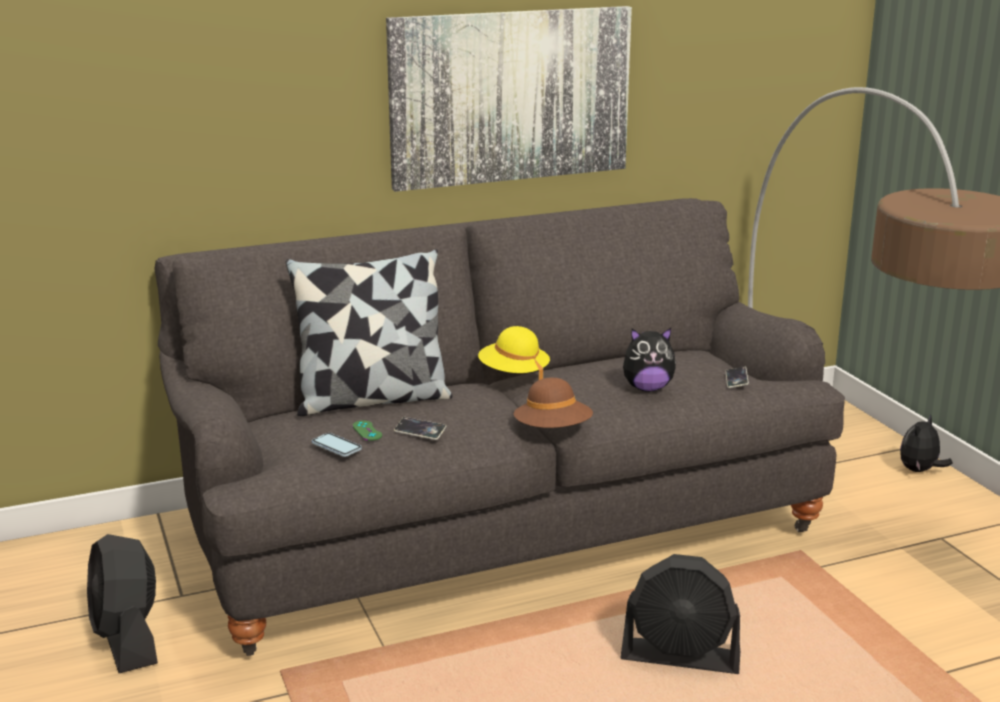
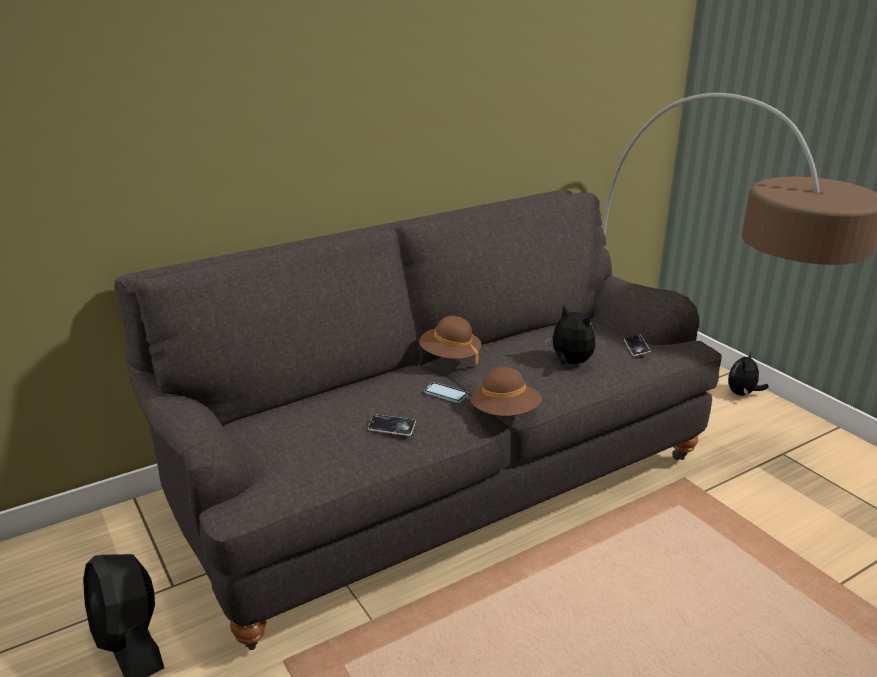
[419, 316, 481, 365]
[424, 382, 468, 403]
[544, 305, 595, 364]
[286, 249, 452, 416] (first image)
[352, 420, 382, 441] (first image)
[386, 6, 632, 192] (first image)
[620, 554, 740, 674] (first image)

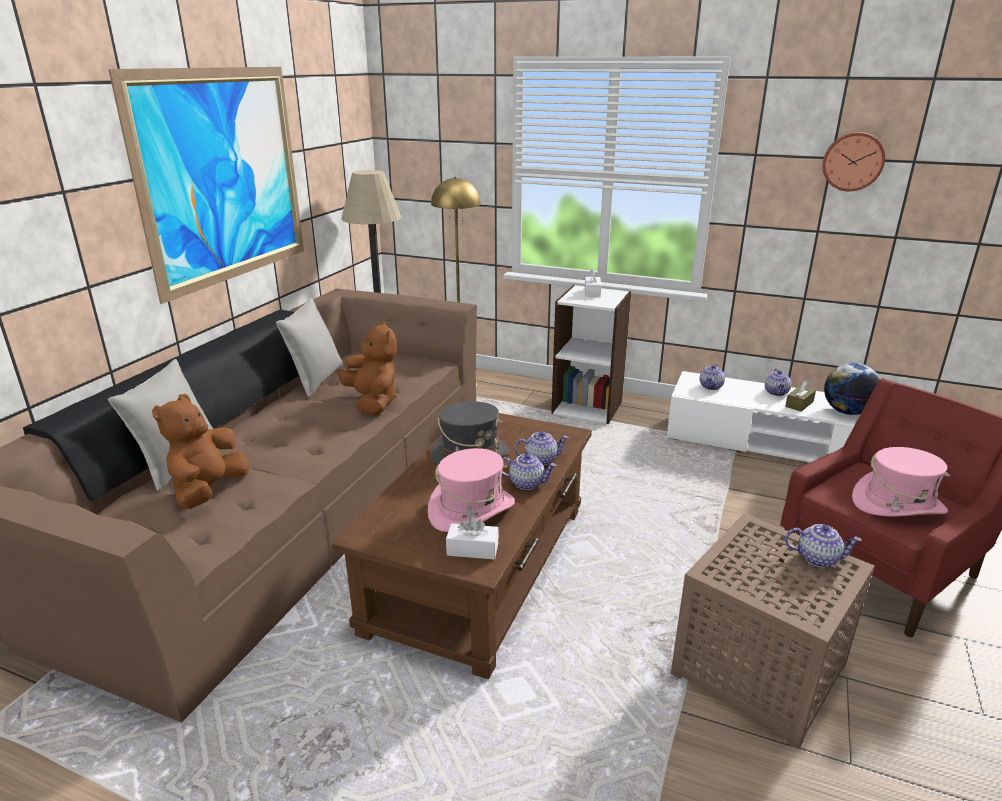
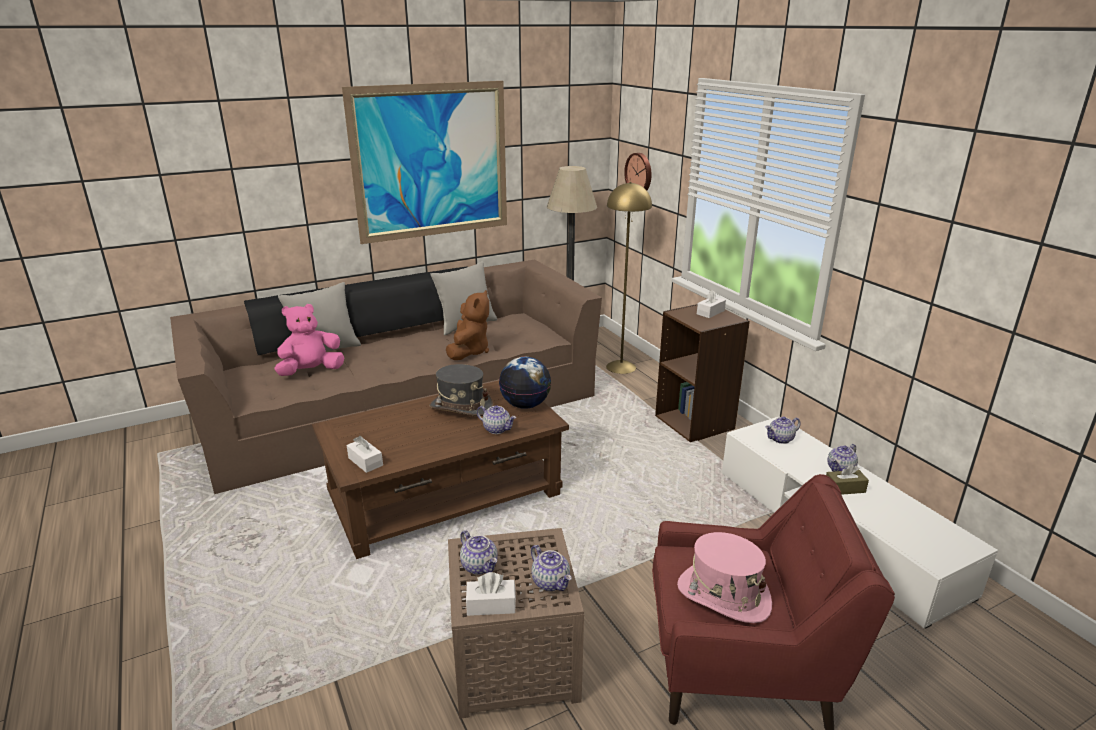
[274, 304, 345, 376]
[460, 530, 498, 575]
[466, 572, 516, 616]
[499, 357, 551, 409]
[624, 153, 652, 190]
[655, 304, 750, 442]
[428, 448, 515, 532] (first image)

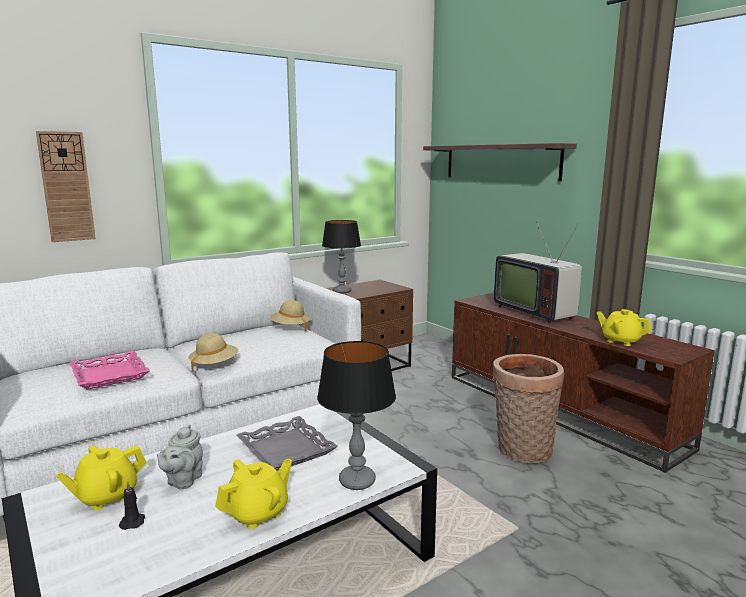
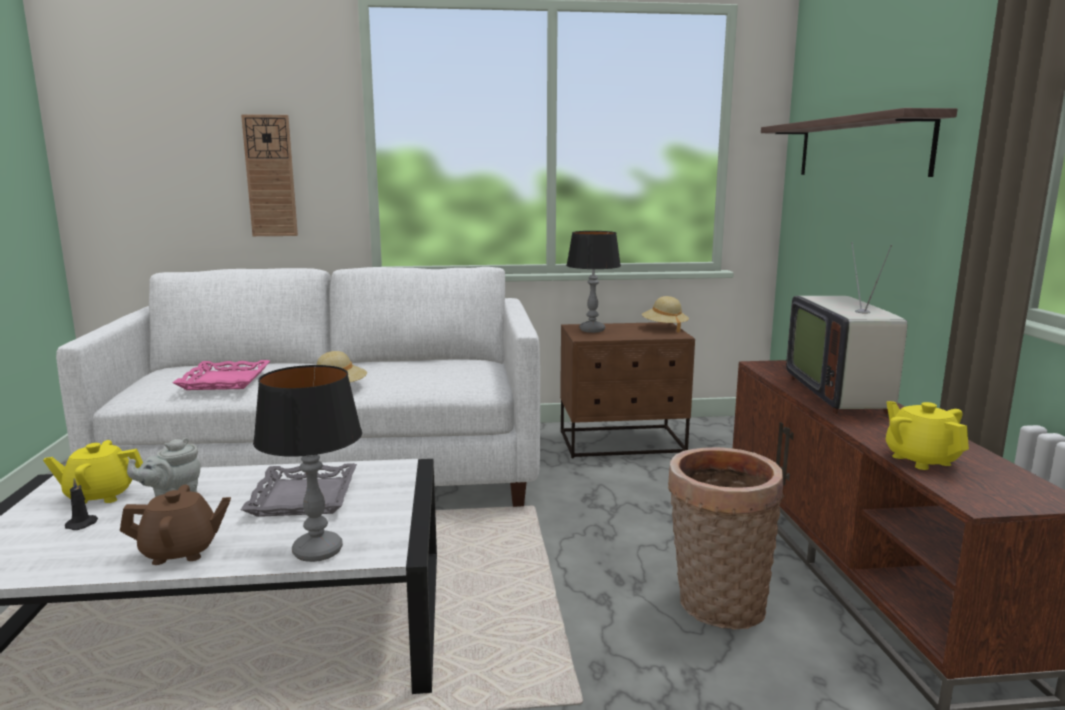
[120, 485, 231, 565]
[642, 296, 689, 333]

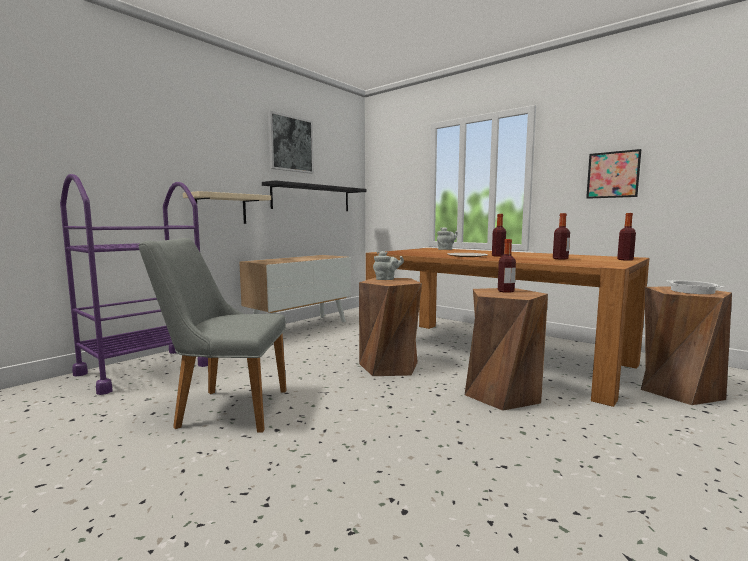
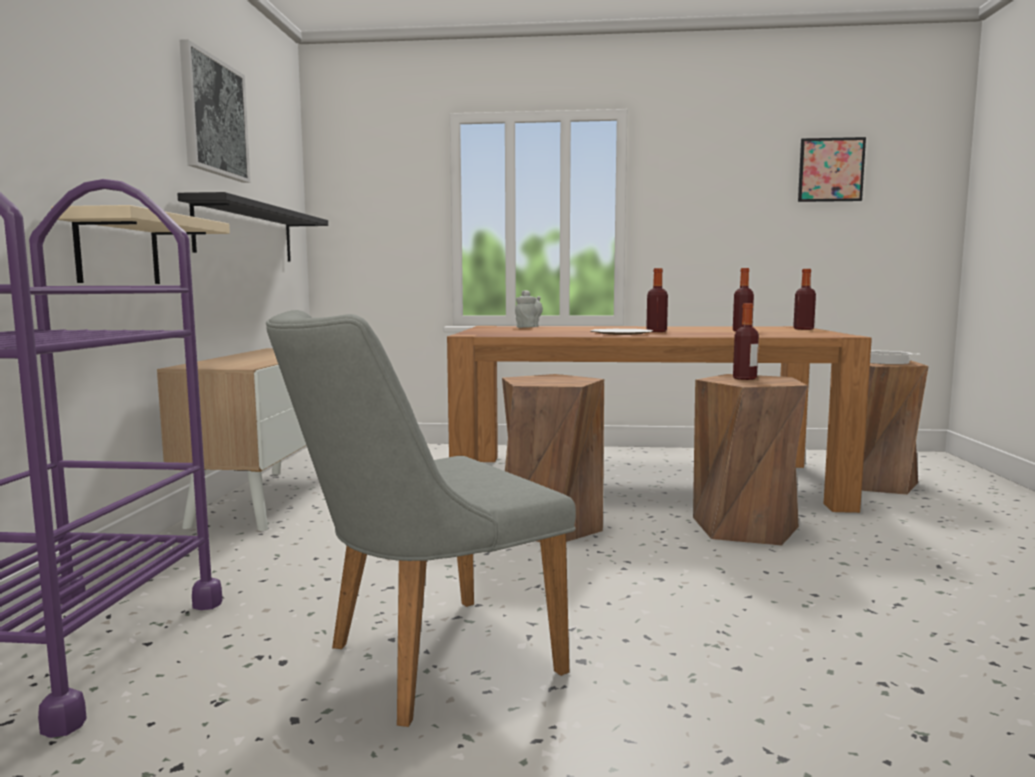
[798, 137, 866, 202]
[373, 251, 404, 280] (first image)

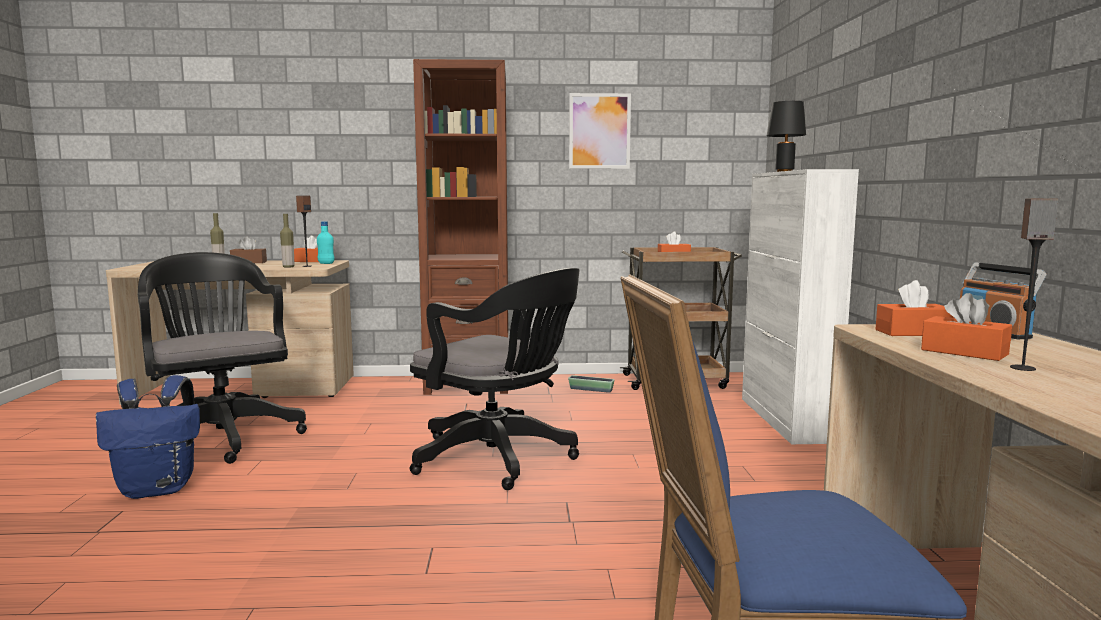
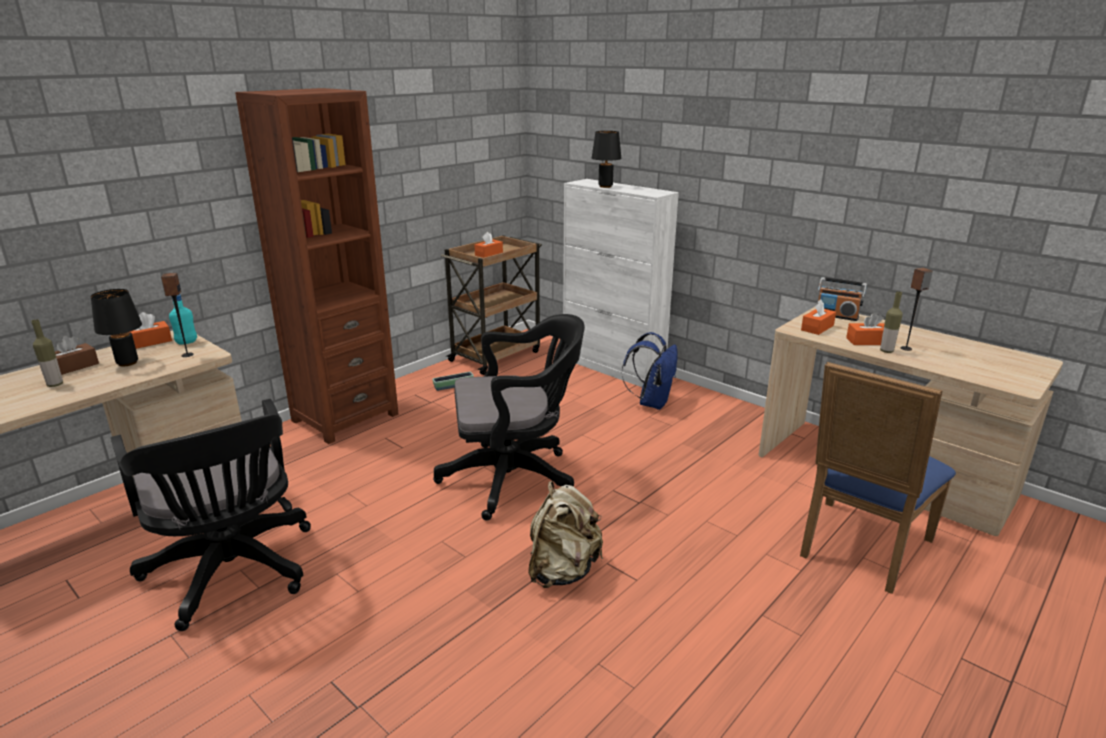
[90, 289, 142, 367]
[111, 399, 311, 631]
[528, 481, 603, 588]
[622, 332, 678, 410]
[880, 291, 903, 353]
[569, 93, 631, 169] (first image)

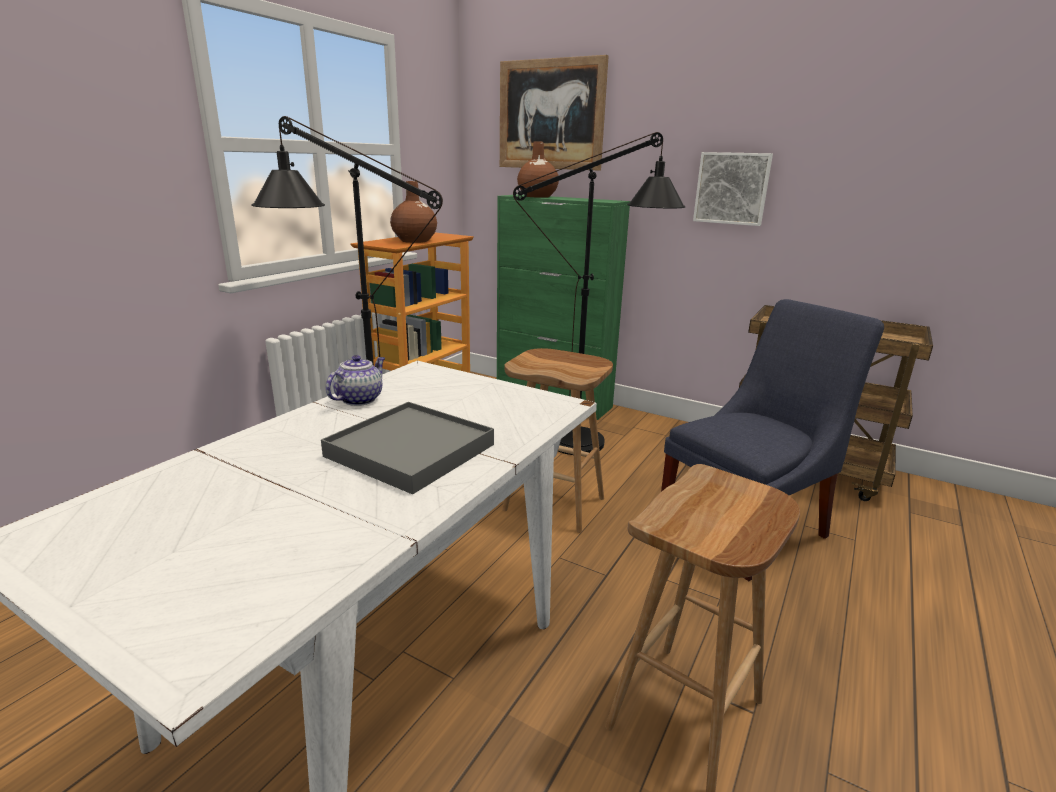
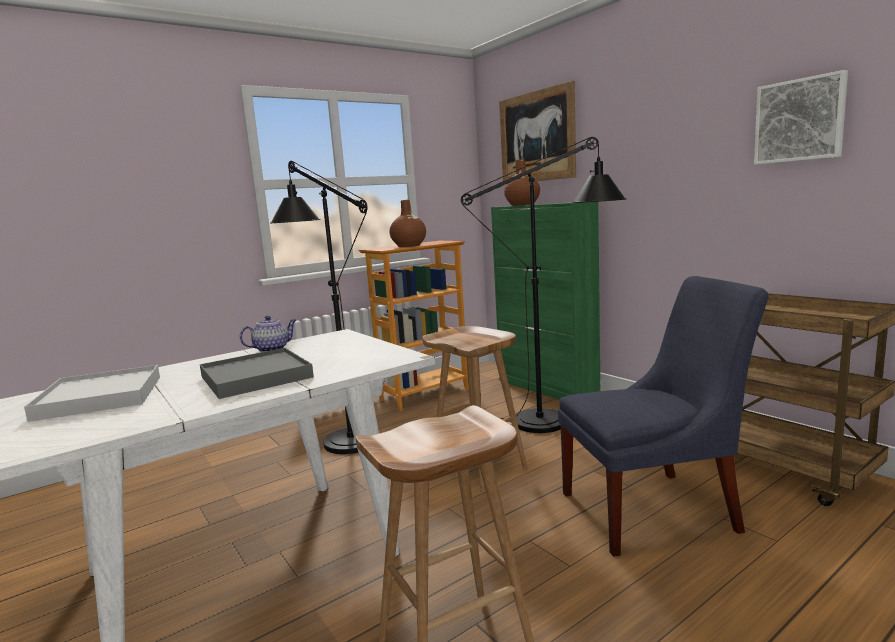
[24, 365, 160, 422]
[754, 70, 848, 165]

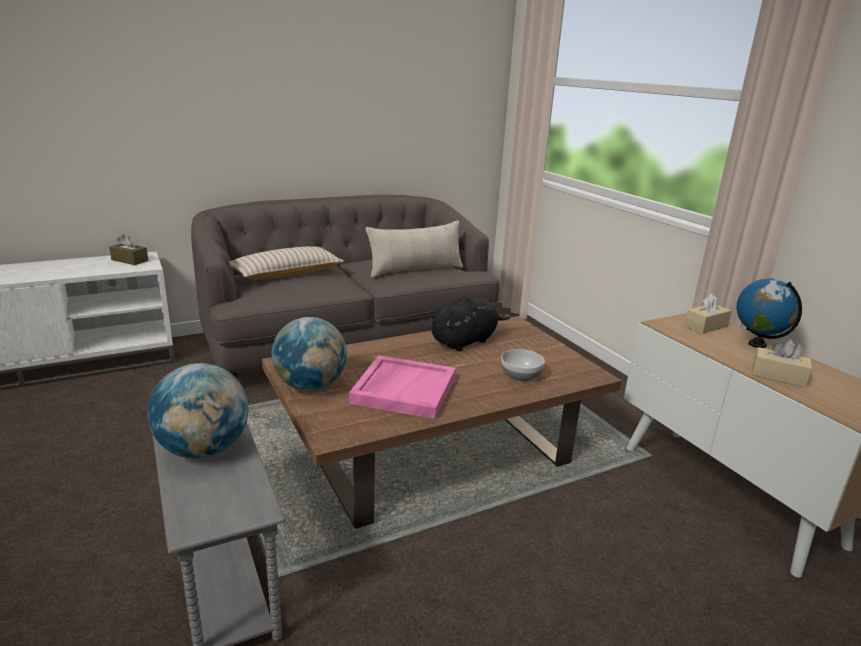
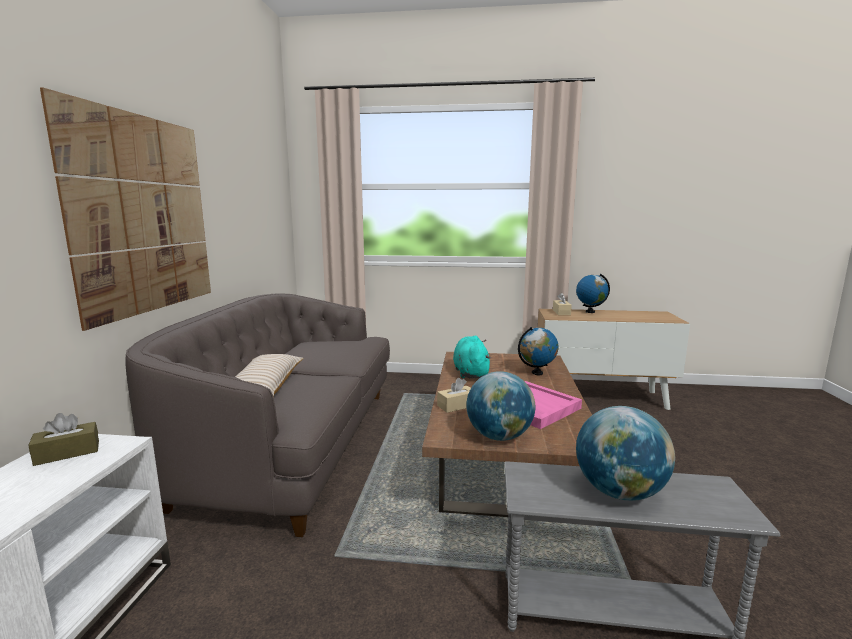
[40, 88, 211, 331]
[437, 378, 471, 413]
[453, 336, 491, 379]
[518, 327, 559, 375]
[365, 221, 463, 277] (first image)

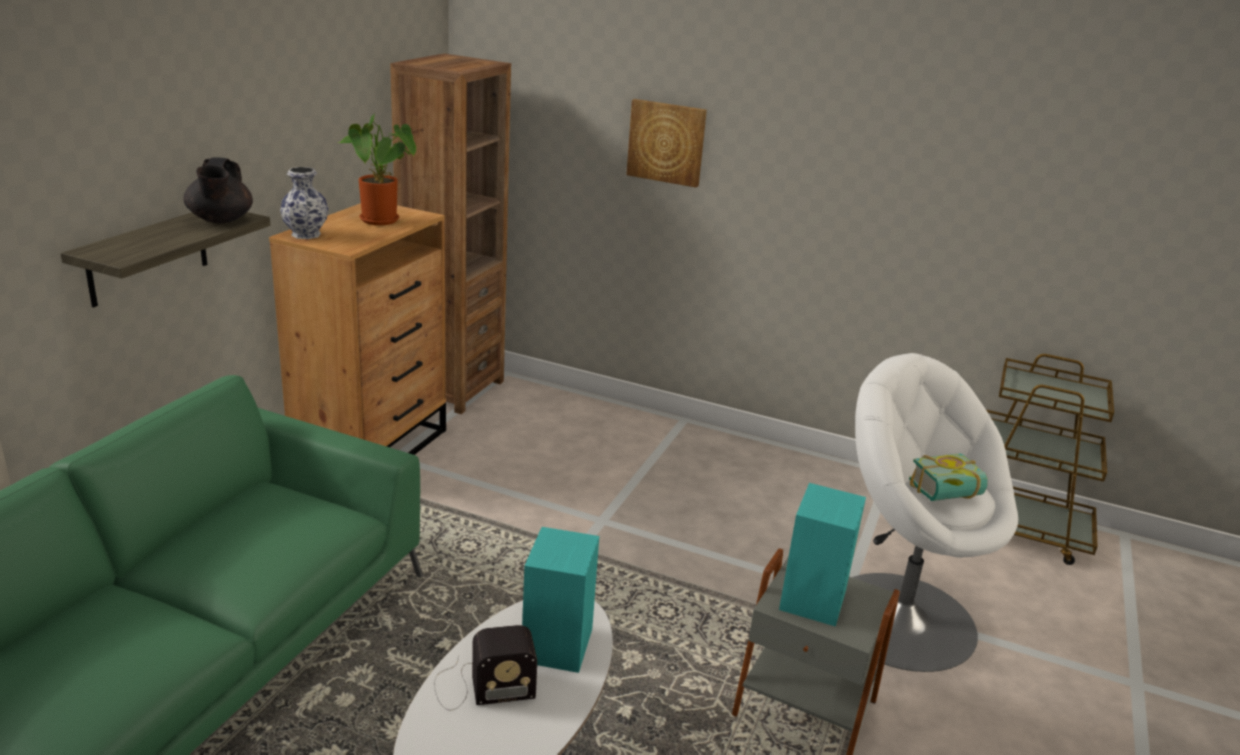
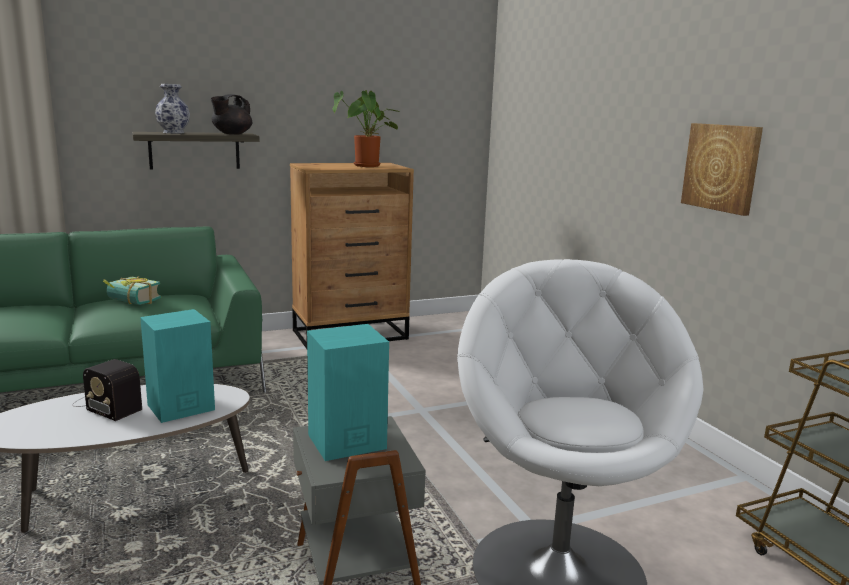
[103, 276, 161, 305]
[155, 84, 190, 134]
[681, 123, 763, 216]
[390, 54, 511, 414] (first image)

